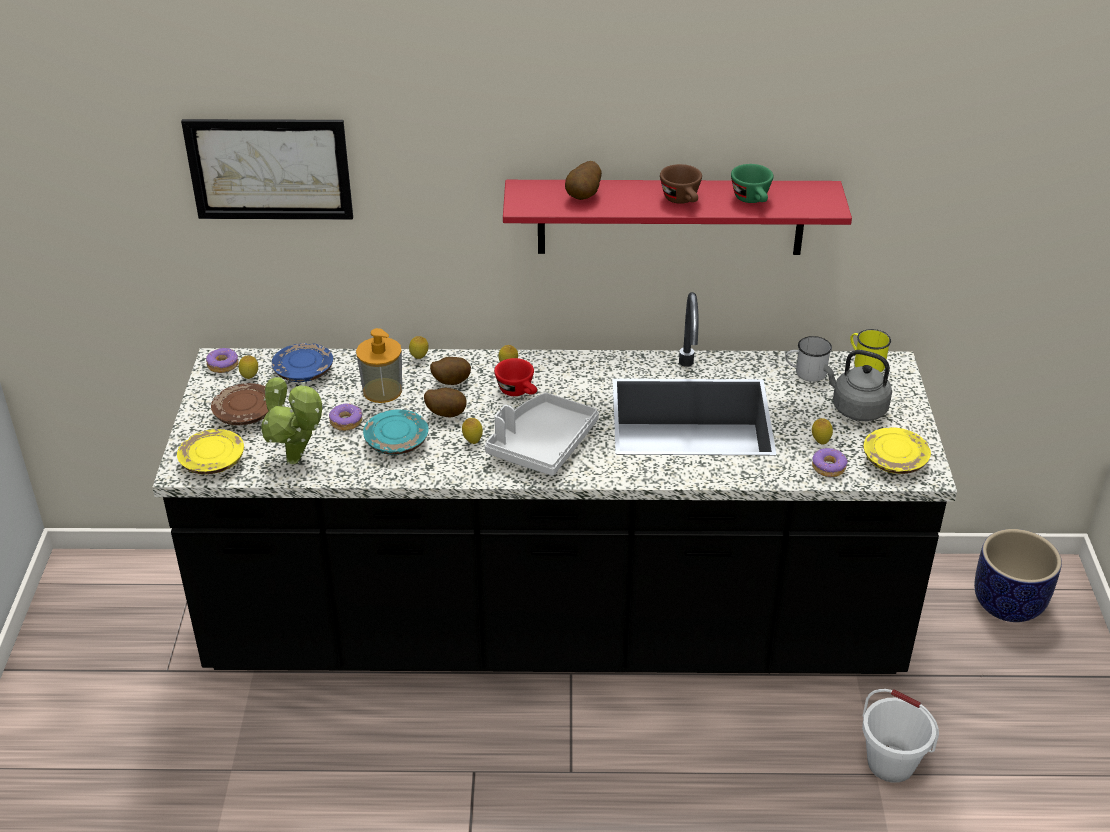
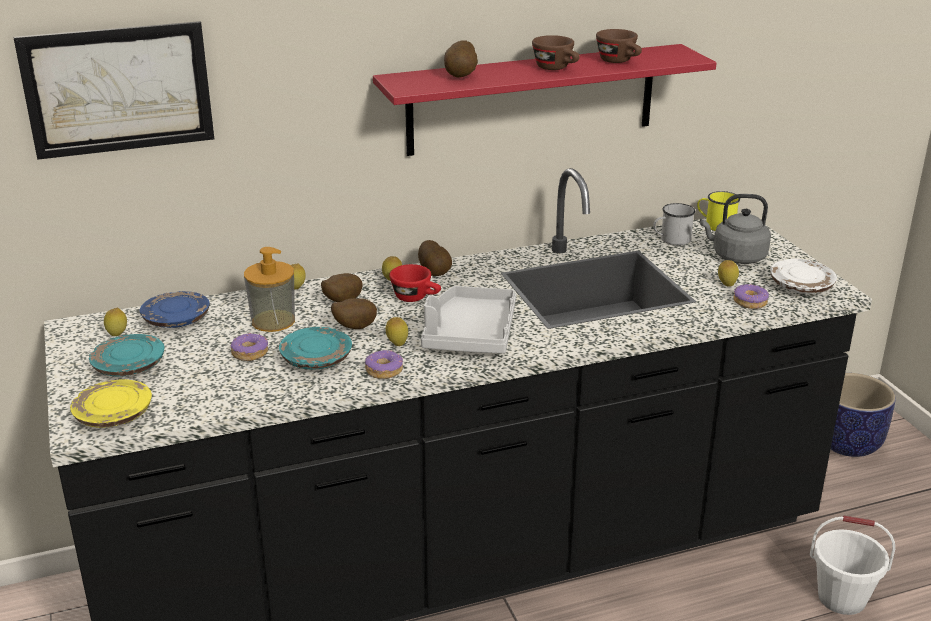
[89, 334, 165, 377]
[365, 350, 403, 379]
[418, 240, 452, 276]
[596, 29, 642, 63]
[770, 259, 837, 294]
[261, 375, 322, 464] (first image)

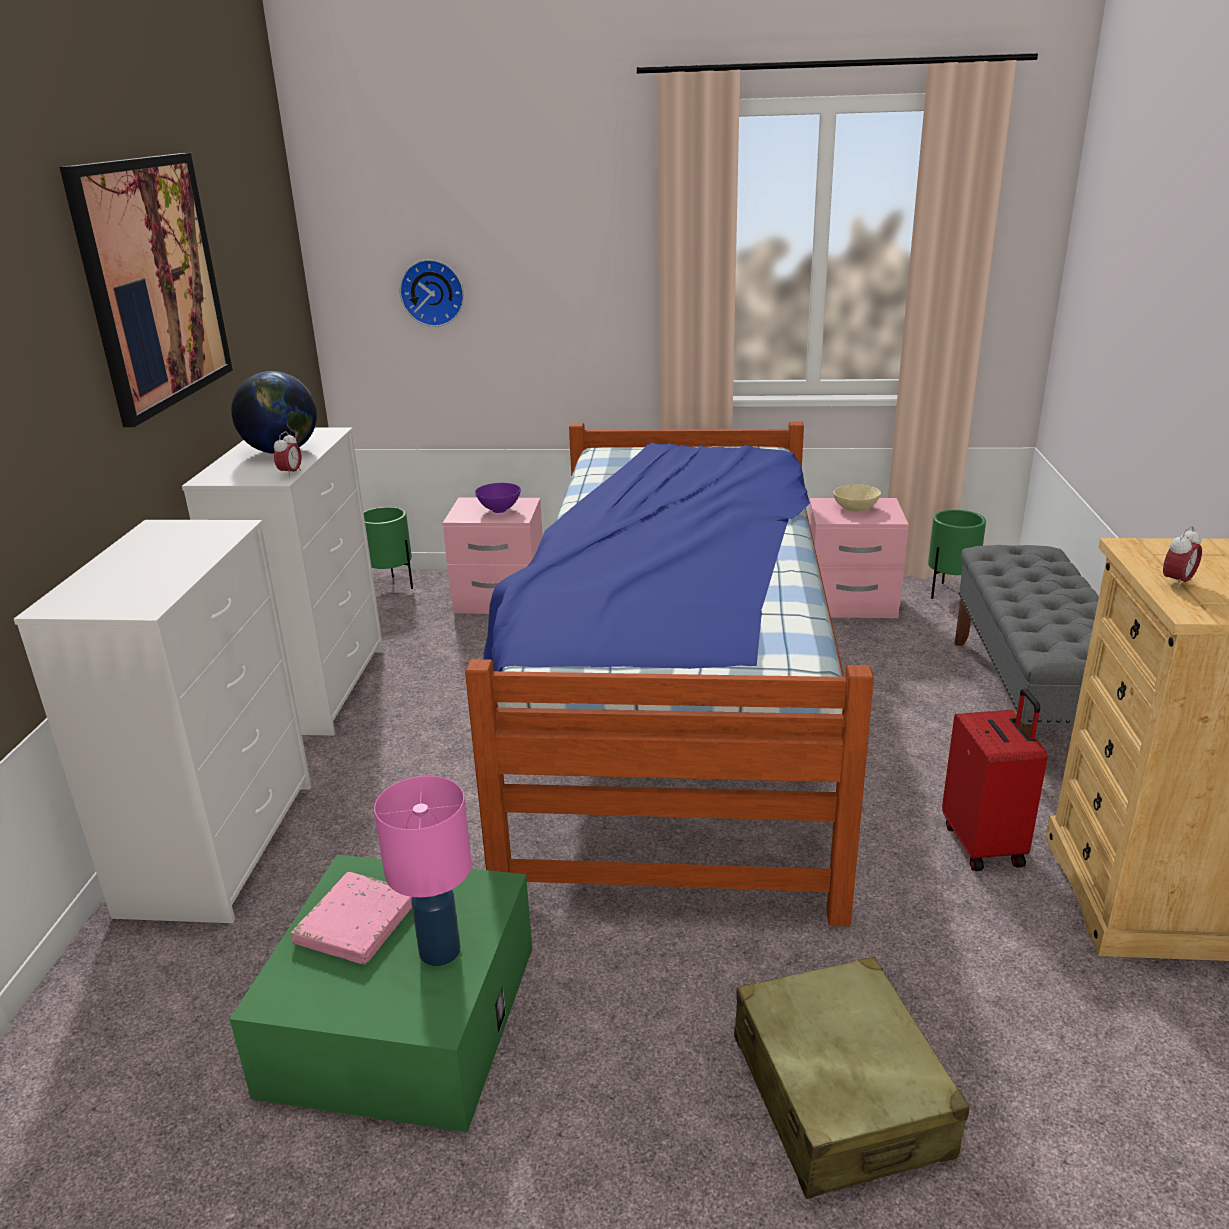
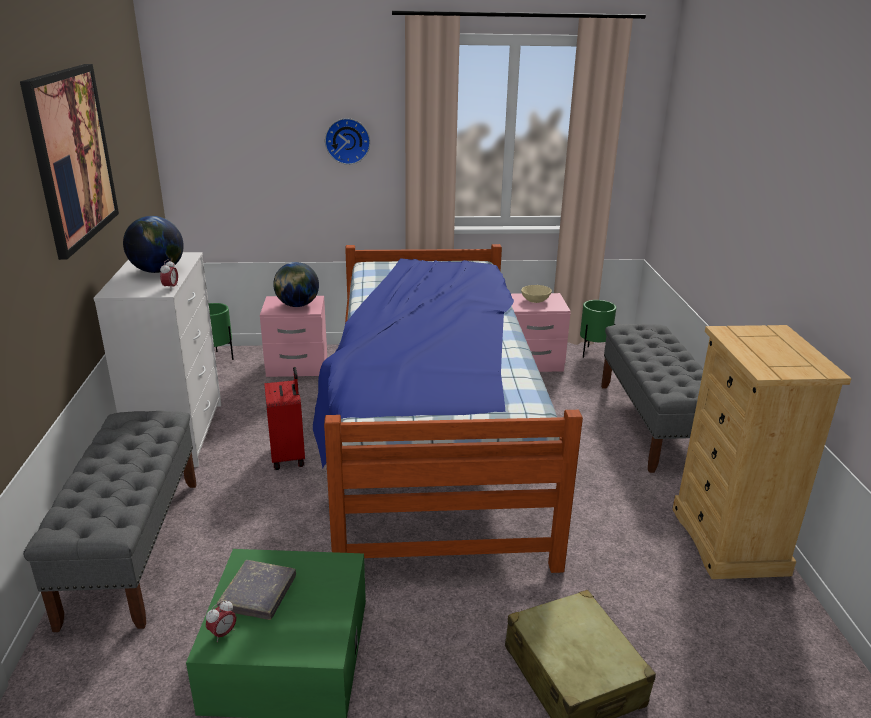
[23, 411, 197, 632]
[206, 600, 236, 642]
[217, 560, 296, 620]
[264, 367, 305, 470]
[273, 262, 319, 307]
[325, 118, 370, 165]
[374, 776, 472, 966] (first image)

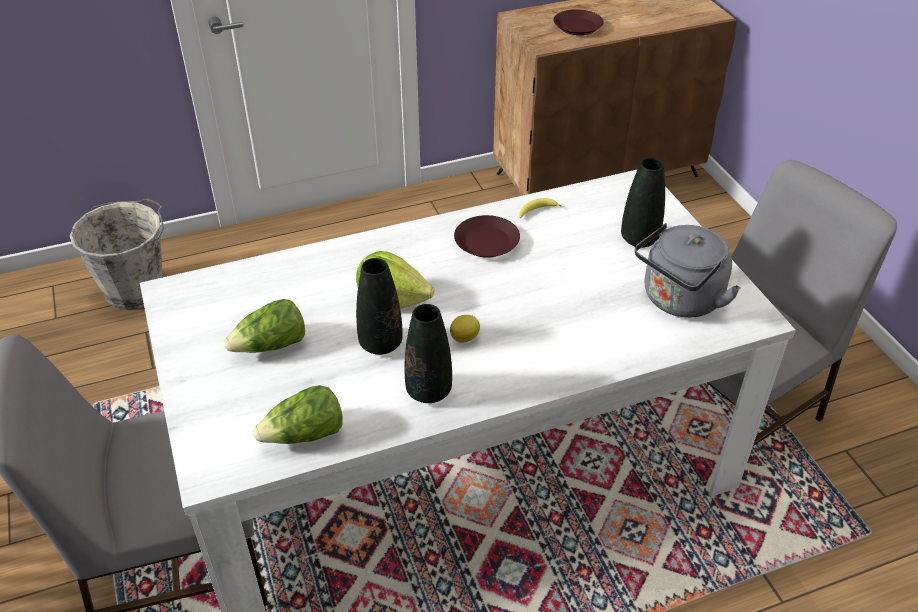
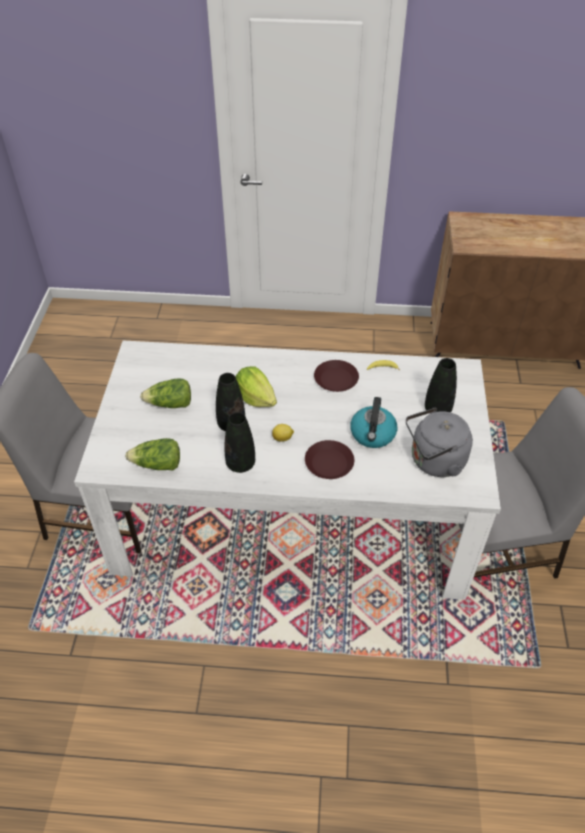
[305, 440, 354, 479]
[350, 397, 397, 448]
[70, 198, 164, 310] (first image)

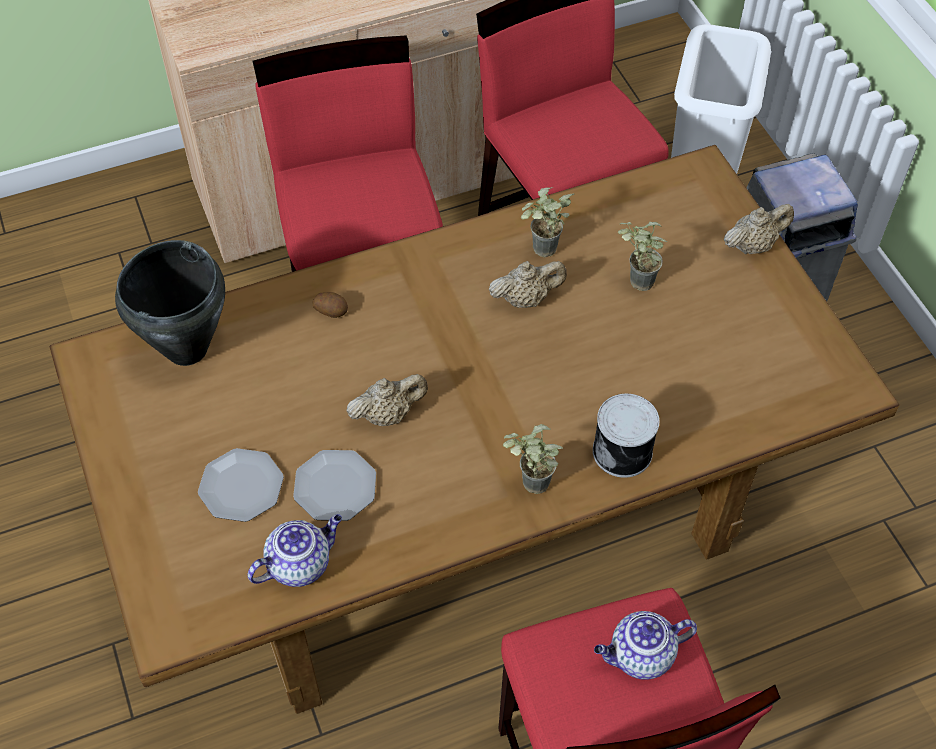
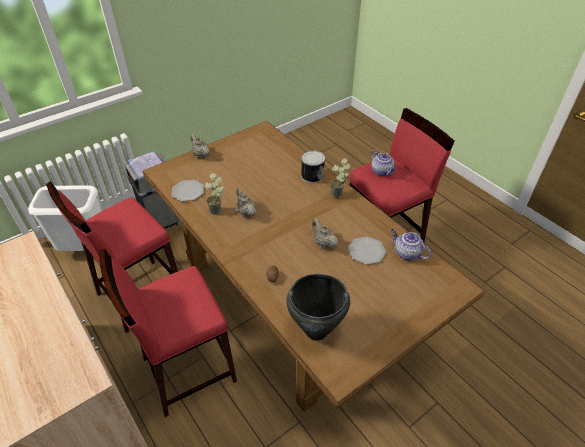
[172, 180, 204, 201]
[618, 221, 667, 291] (first image)

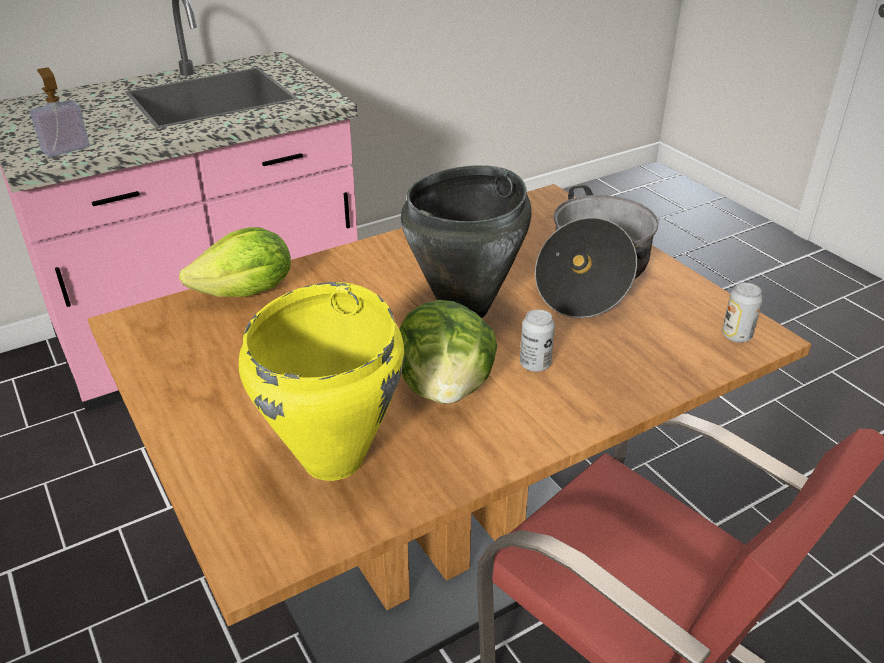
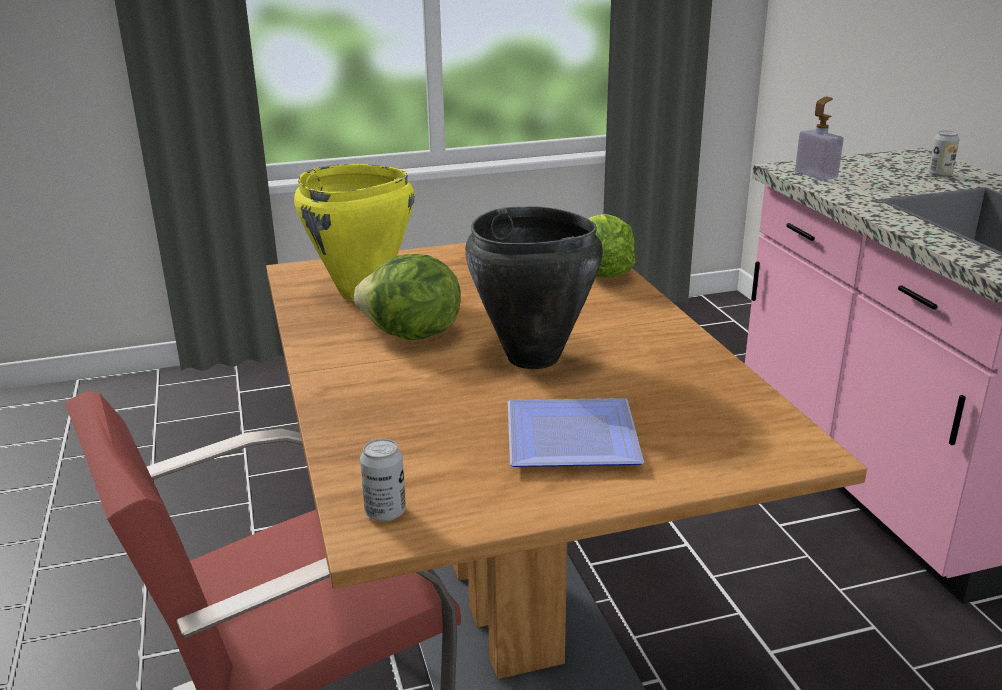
[508, 398, 644, 467]
[928, 131, 960, 177]

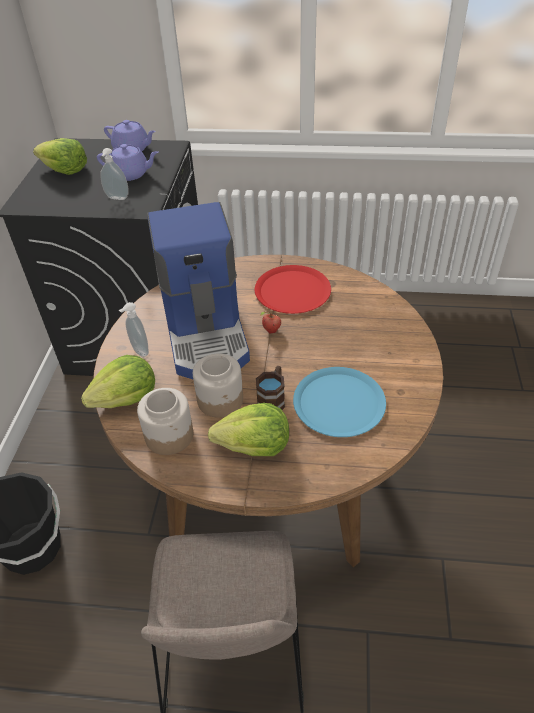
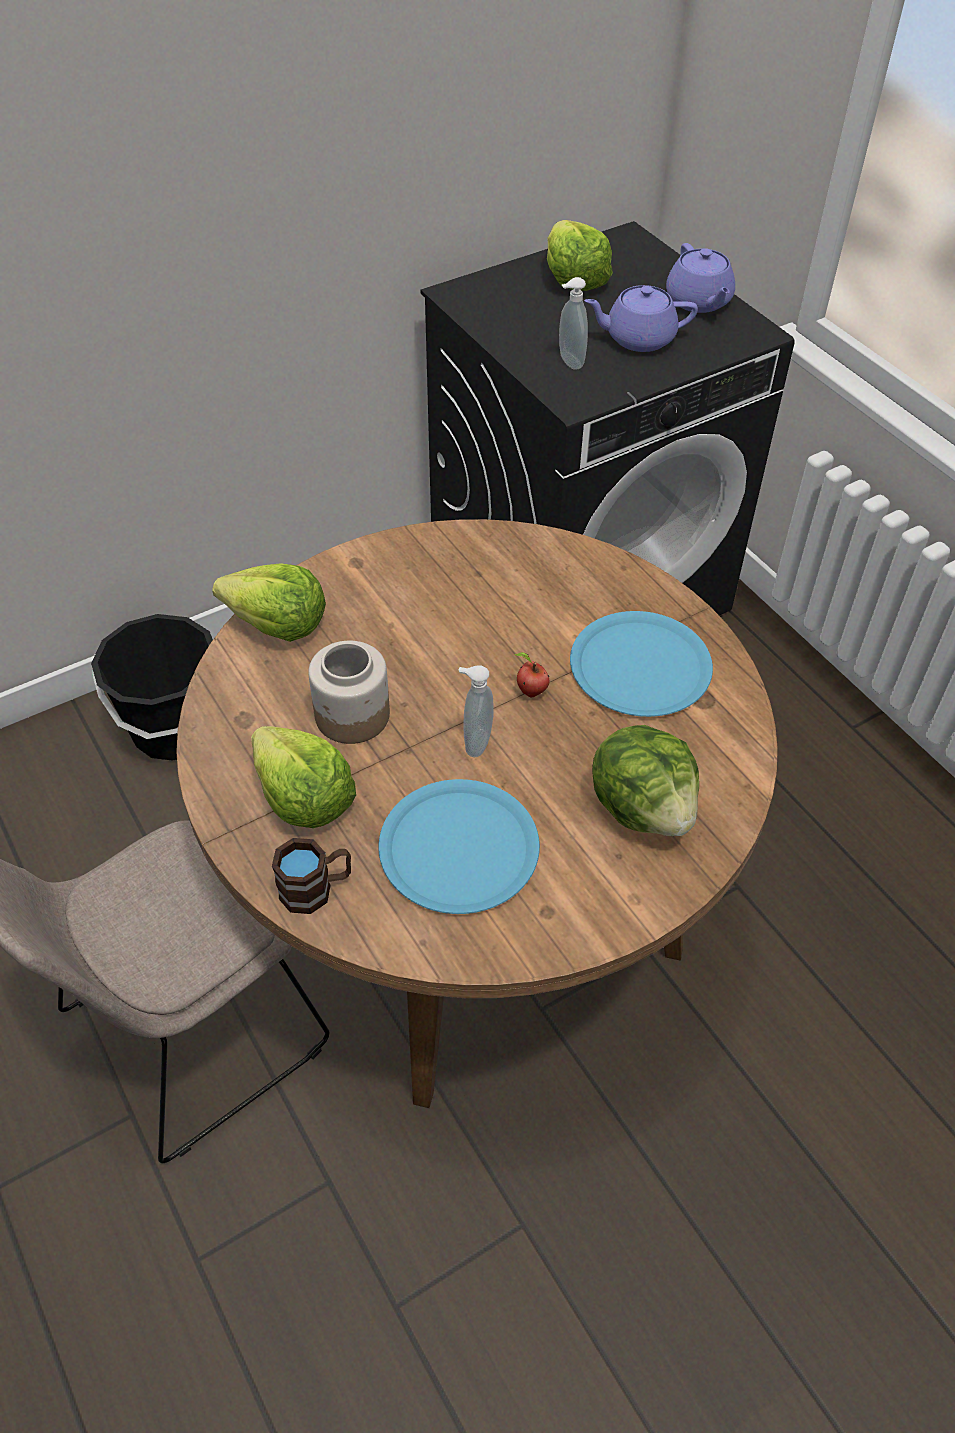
[272, 838, 351, 914]
[459, 665, 494, 757]
[570, 611, 713, 717]
[584, 285, 698, 352]
[592, 725, 699, 836]
[137, 388, 193, 455] (first image)
[147, 202, 250, 379] (first image)

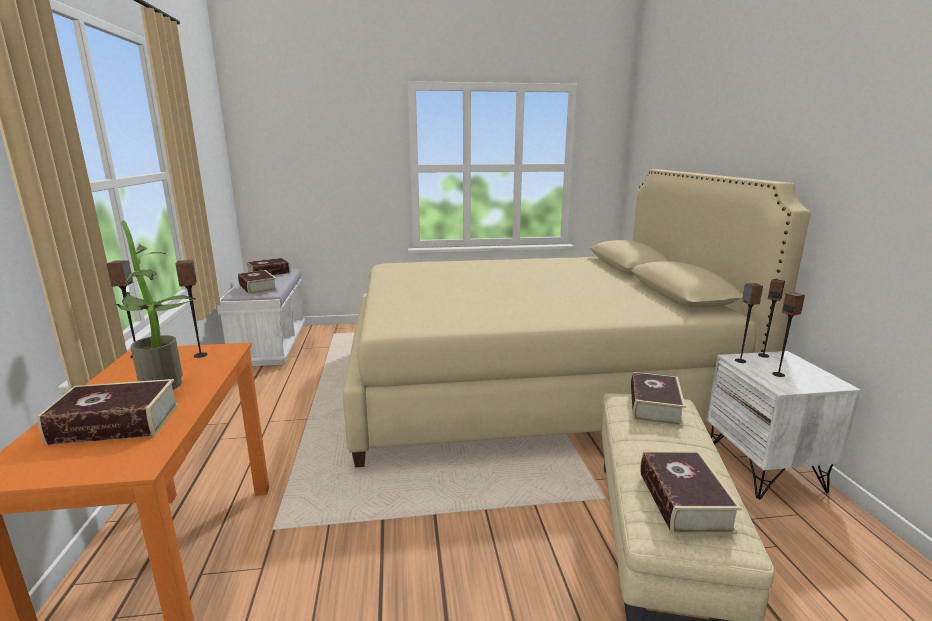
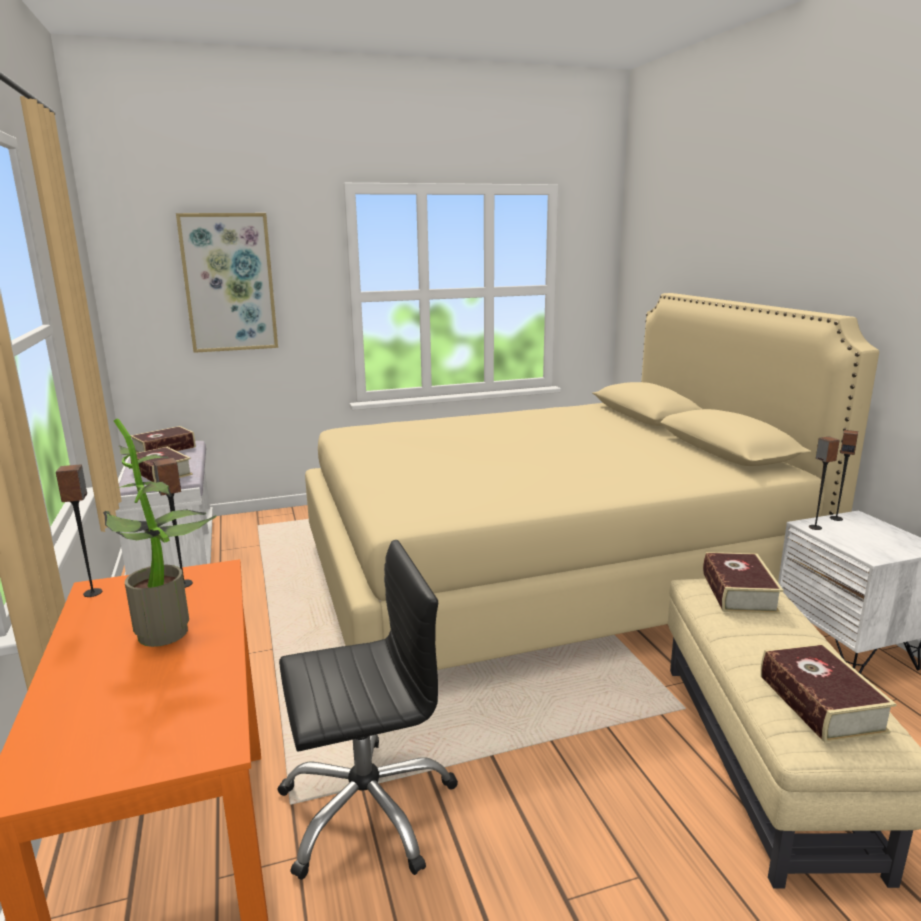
[176, 213, 278, 353]
[278, 540, 458, 880]
[37, 379, 179, 445] (first image)
[772, 292, 805, 377] (first image)

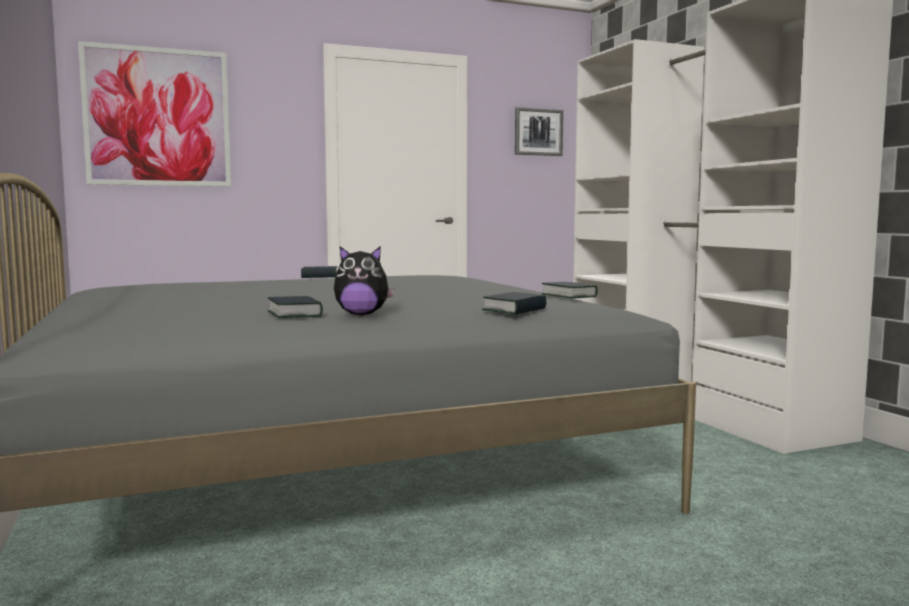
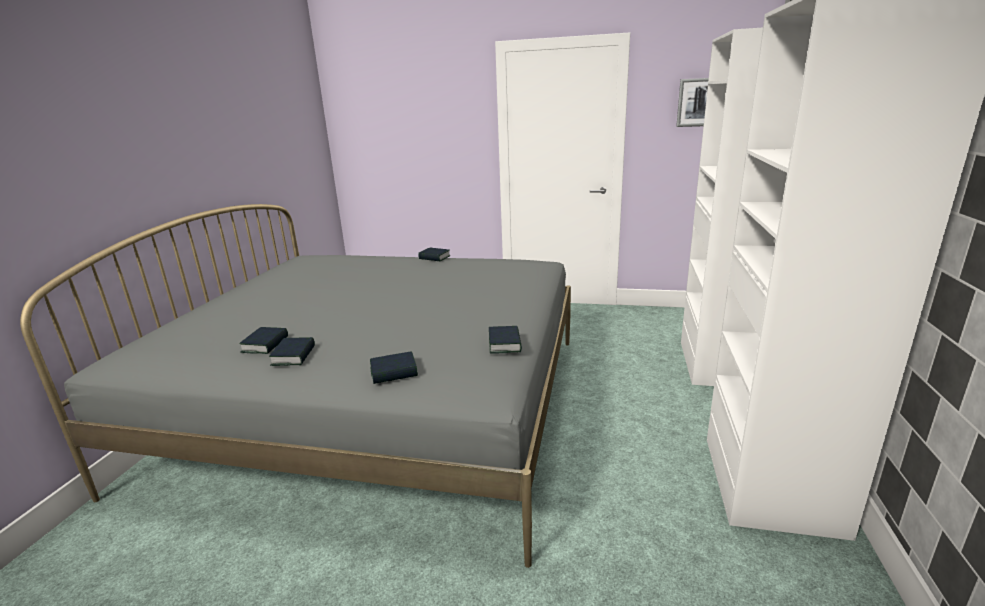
[269, 337, 315, 366]
[78, 41, 231, 187] (first image)

